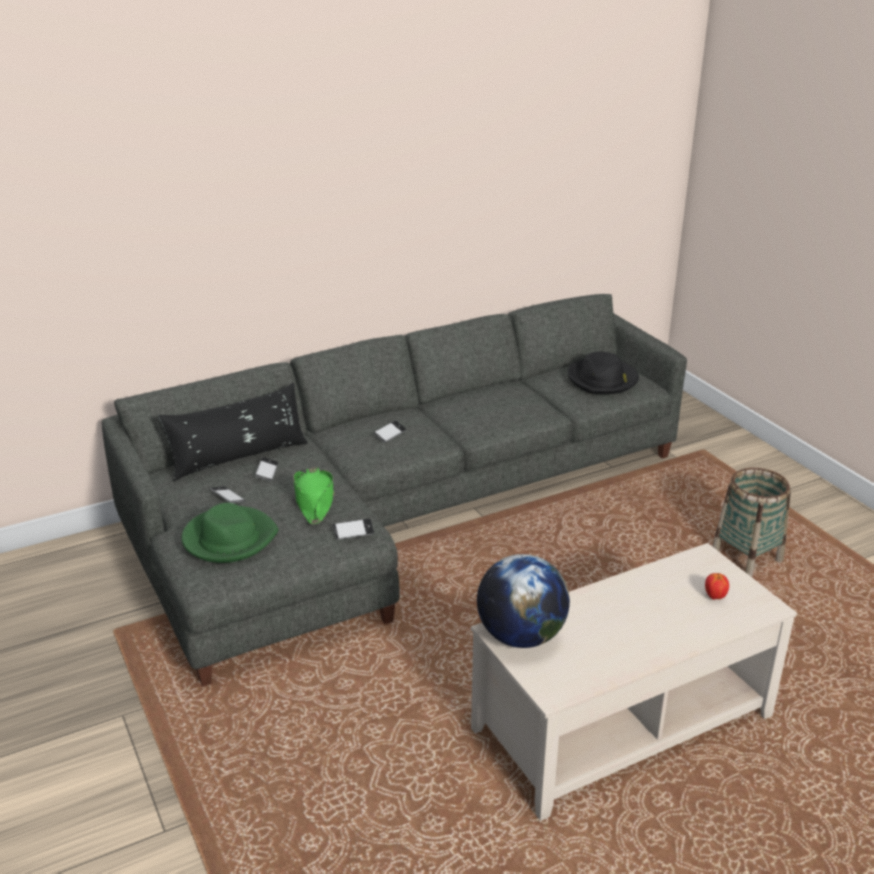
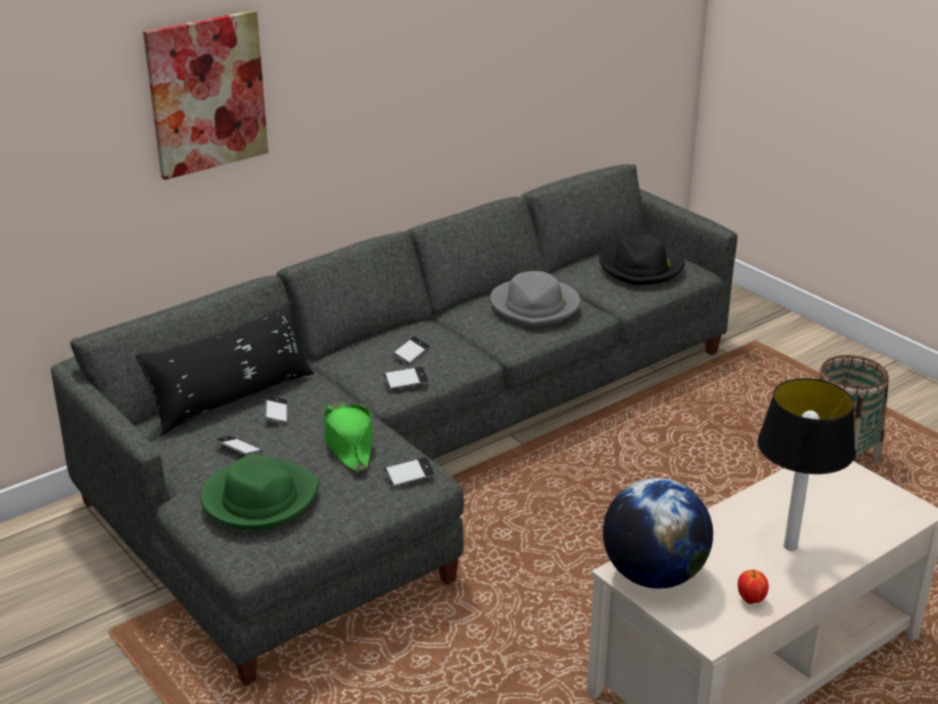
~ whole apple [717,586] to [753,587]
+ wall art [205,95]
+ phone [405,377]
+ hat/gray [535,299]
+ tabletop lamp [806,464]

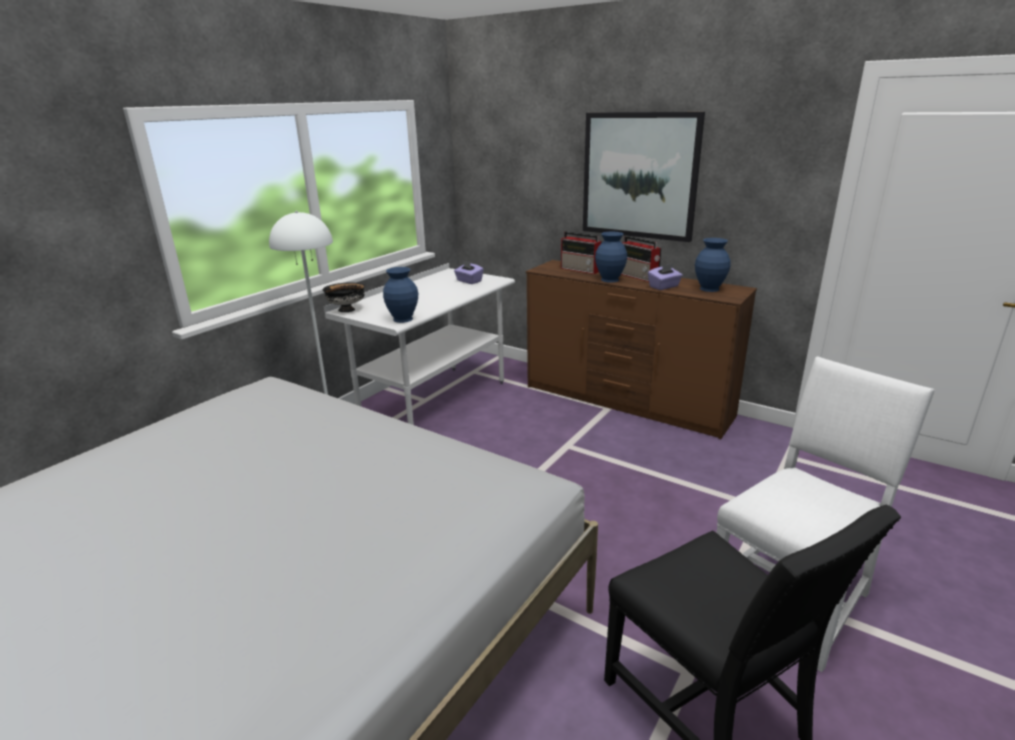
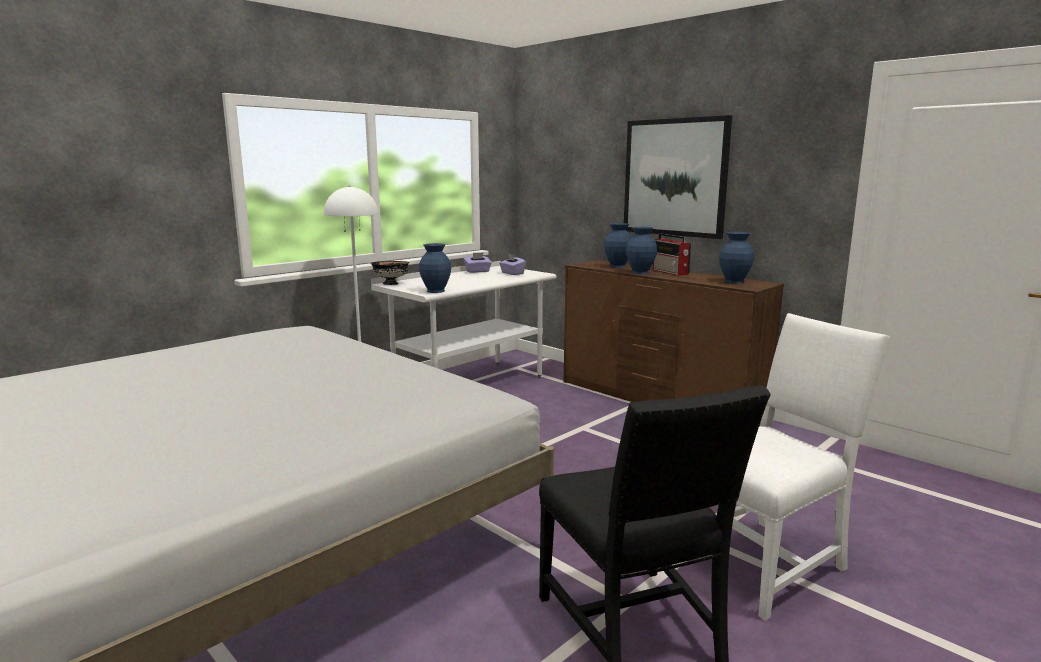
~ radio receiver [581,253] to decorative vase/blue [617,245]
~ box of tissues/purplish [665,276] to [478,262]

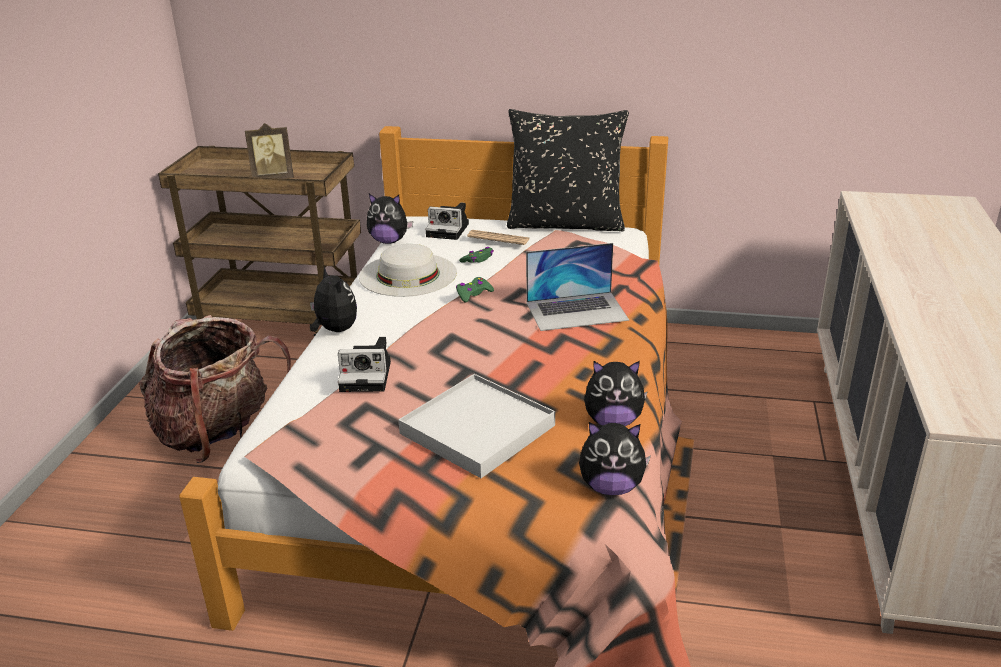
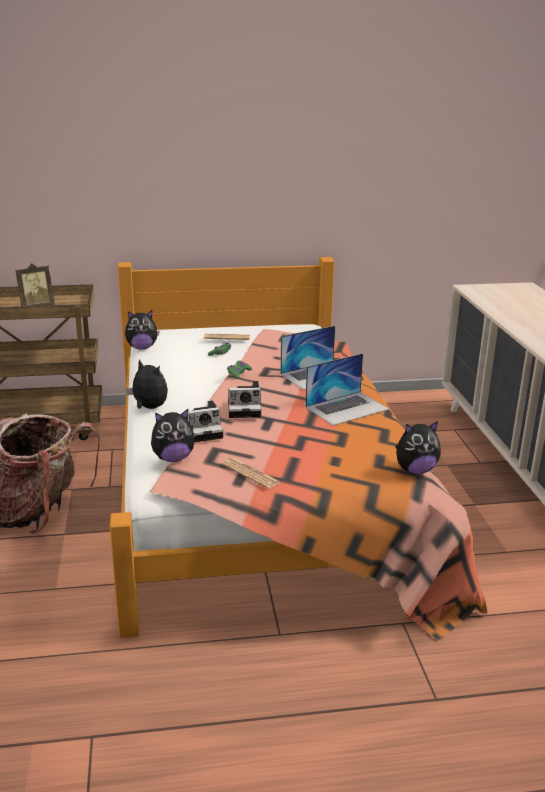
- hat/white-coloured [408,270]
- tray/white-coloured [476,426]
~ still camera [447,221] to [244,399]
- cushion/black-coloured [568,170]
~ plush toy [616,393] to [173,435]
+ printed paper [251,473]
+ portable computer [347,389]

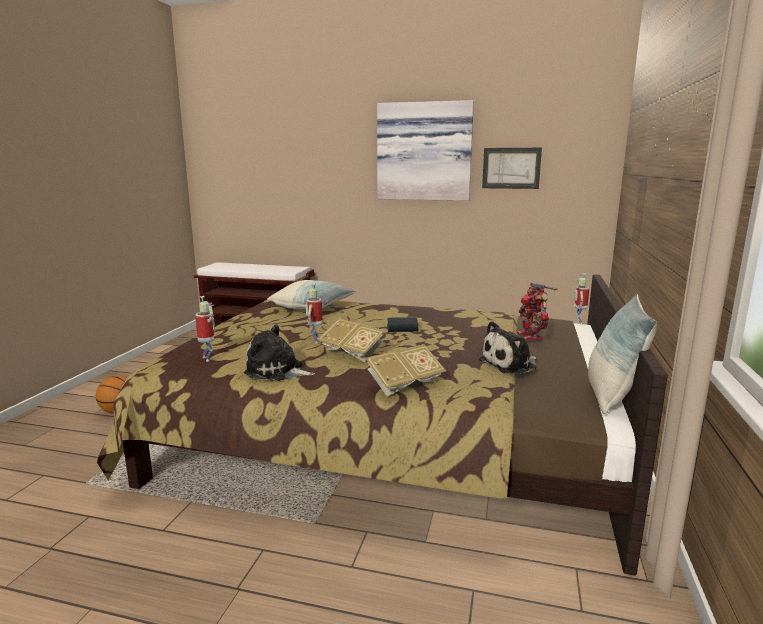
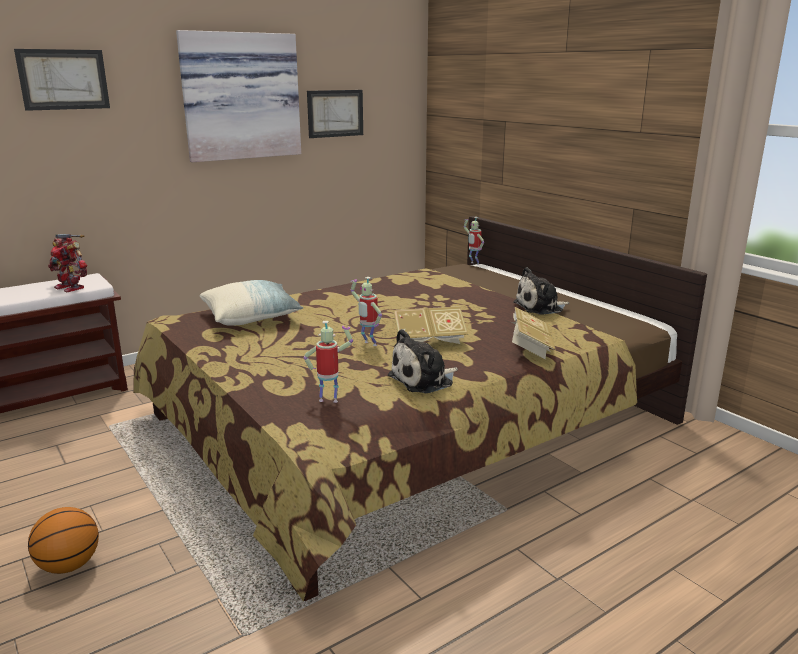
- bound book [403,324]
~ plush toy [508,347] = [541,290] 60 degrees clockwise
~ toy robot [537,311] to [67,263]
- cushion [622,354]
+ wall art [62,80]

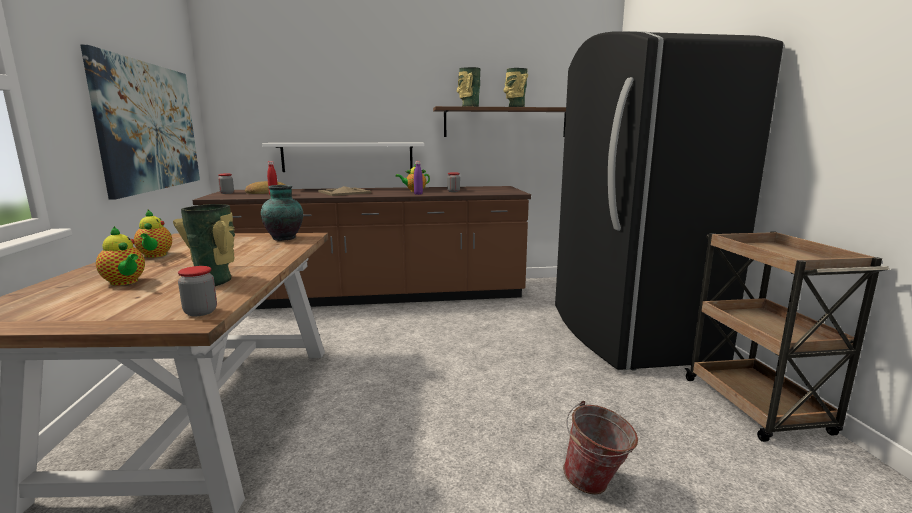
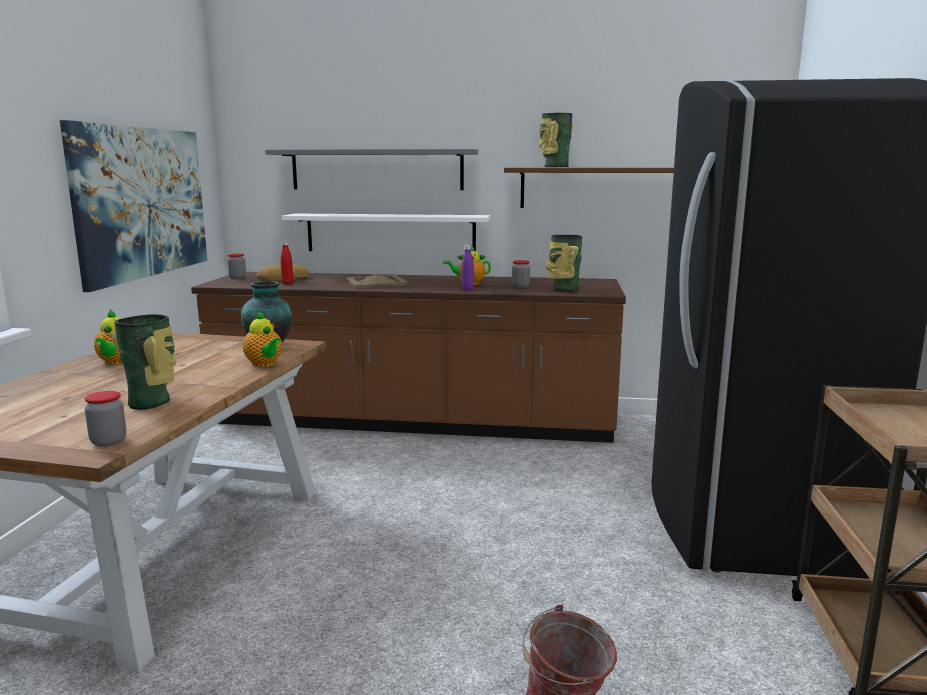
~ tea pot [120,256] to [262,339]
~ decorative vase [516,87] to [563,263]
+ shelf/gray [371,169]

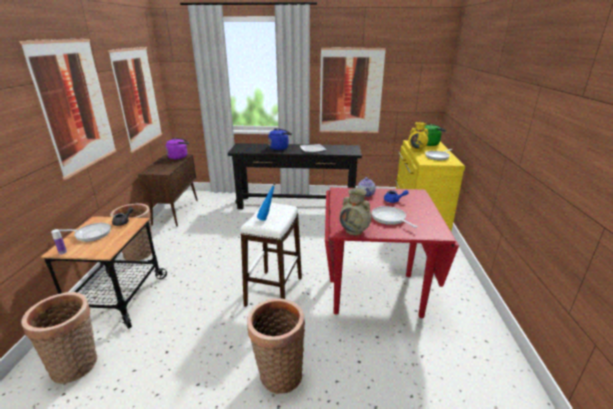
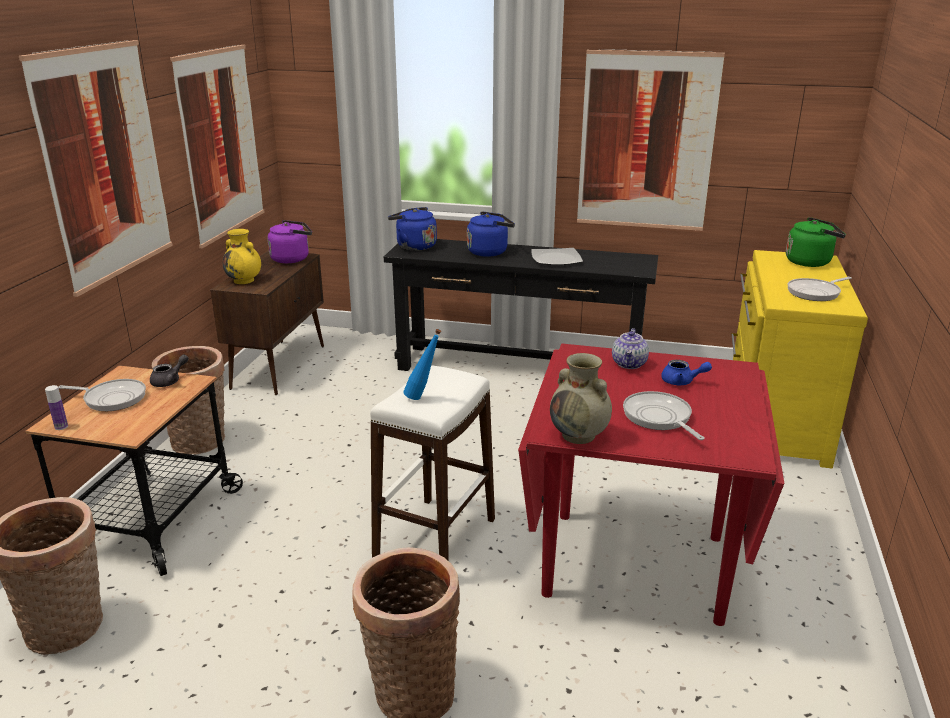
~ decorative vase/yellow [418,136] to [242,256]
+ water kettle/blue [412,229]

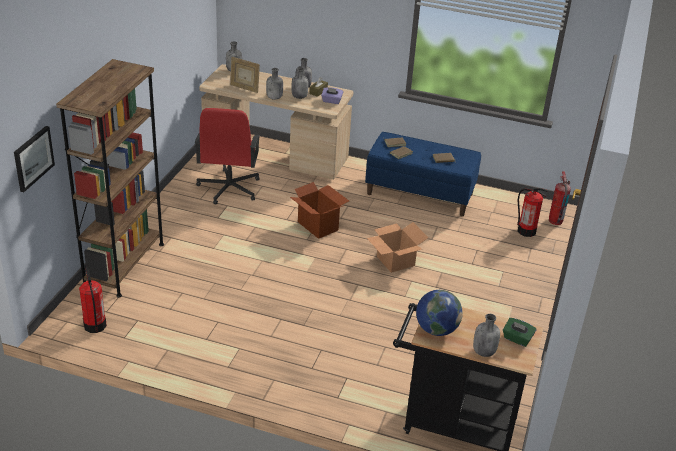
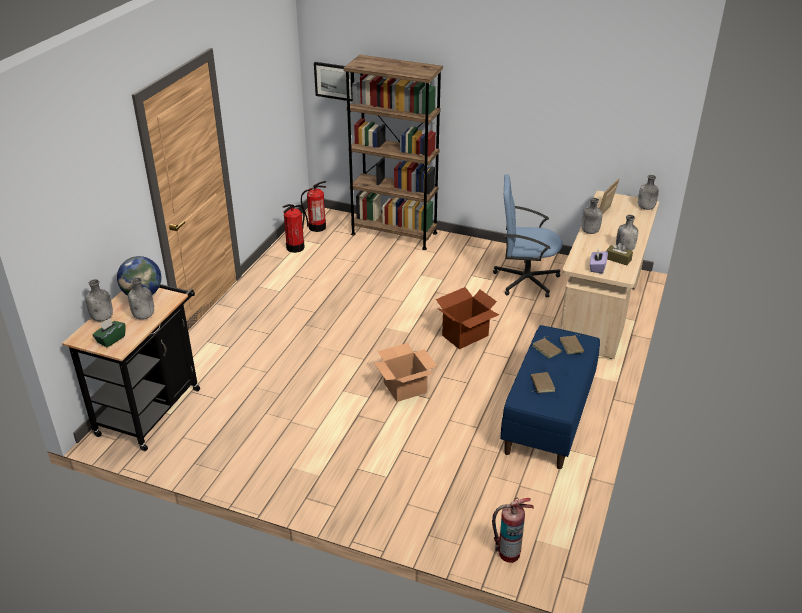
~ computer chair/red [228,156] to computer chair/blue [528,236]
~ beverage bottle/gray [300,83] to [141,298]
~ fire extinguisher [532,212] to [294,228]

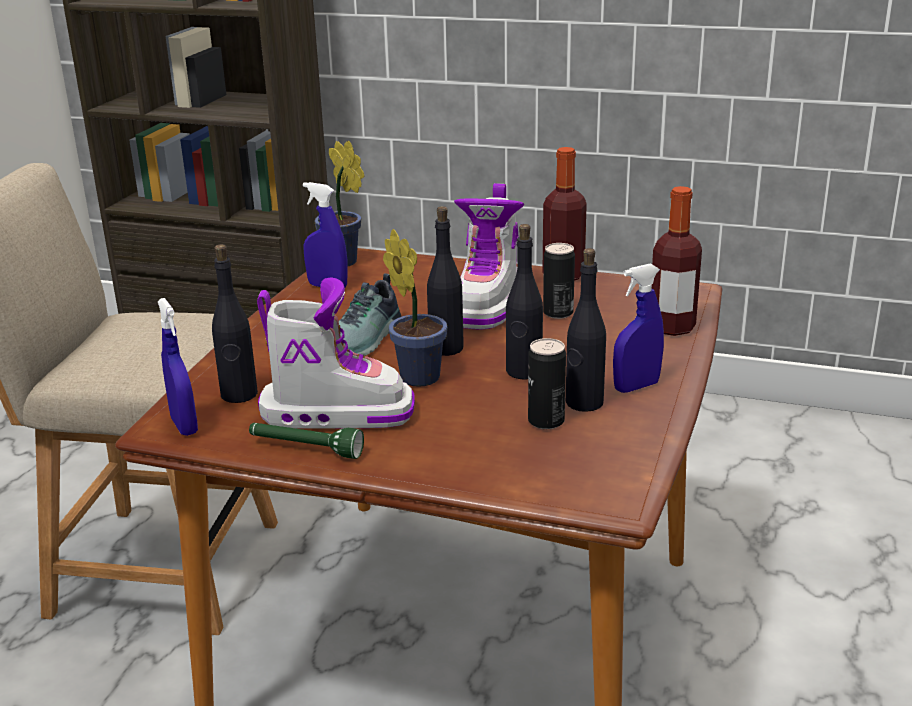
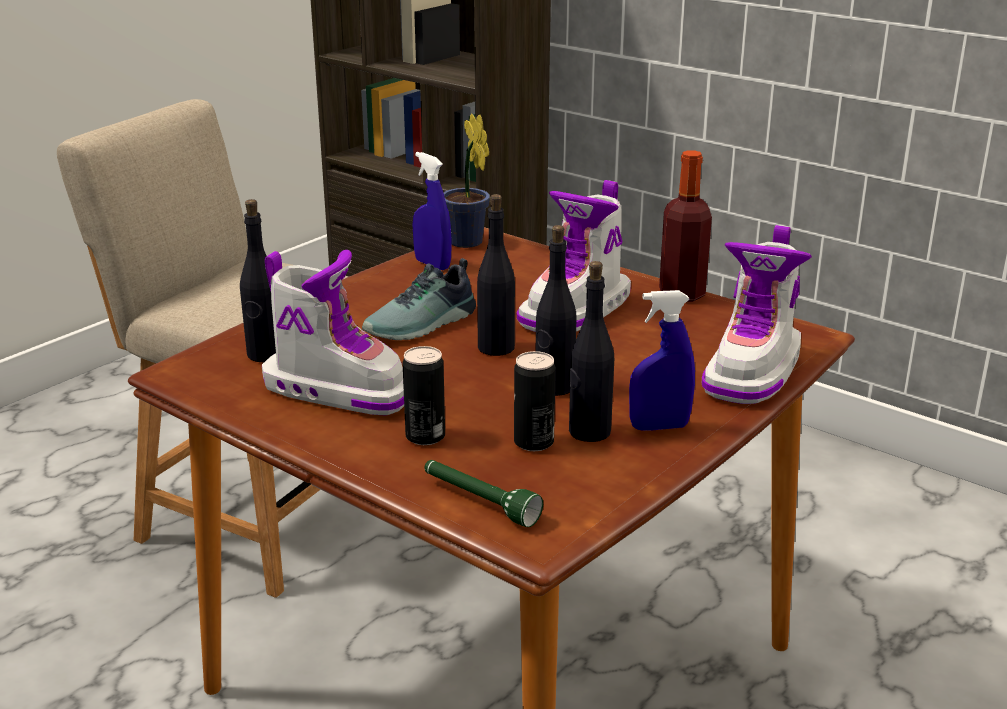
- hand sprayer/blue [178,367]
~ flashlight/greenish [306,441] to [483,493]
- potted plant [415,308]
~ metal can [559,281] to [424,395]
~ beverage bottle [677,261] to boot [757,314]

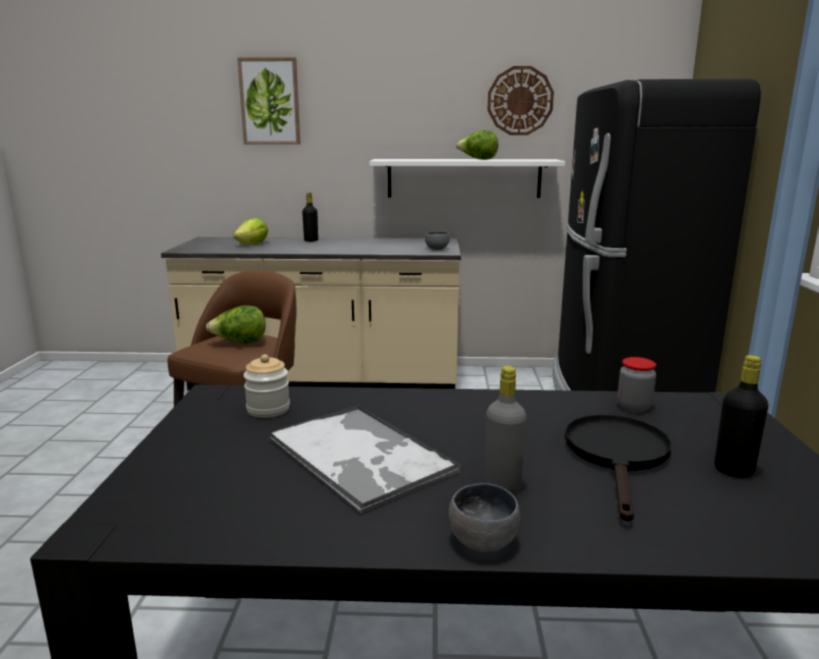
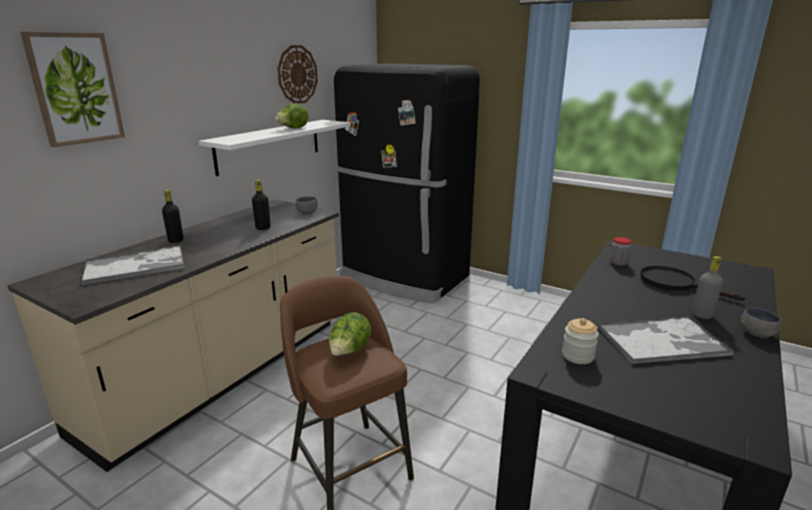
~ lettuce head [250,231] to tray [133,265]
~ beverage bottle/black-coloured [741,416] to [261,205]

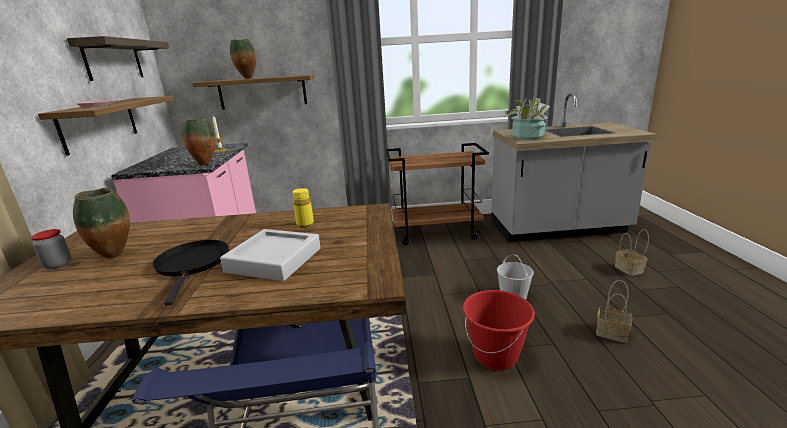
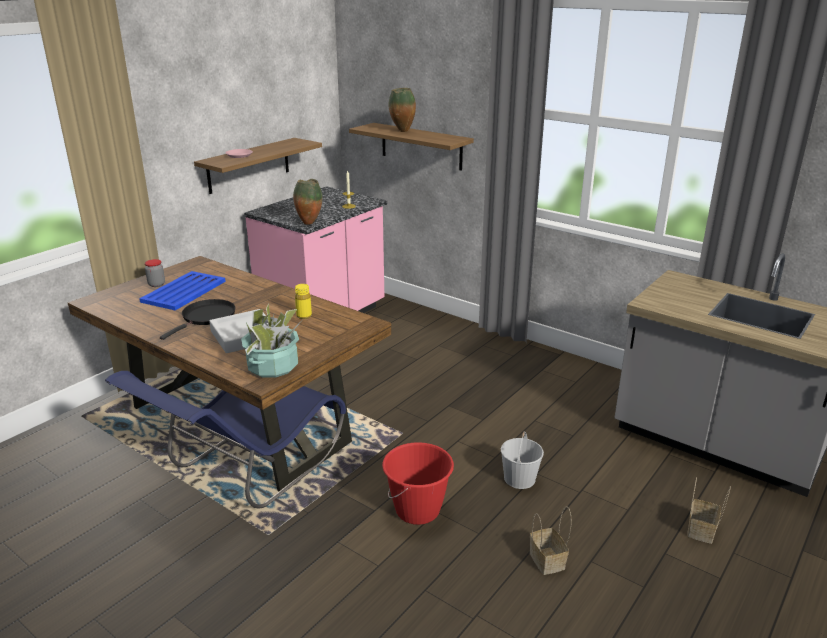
- shelf [118,58]
~ decorative vase [101,223] to tray/blue [182,291]
- wheeled cart/brown-coloured [437,194]
~ potted plant [526,119] to [271,341]

